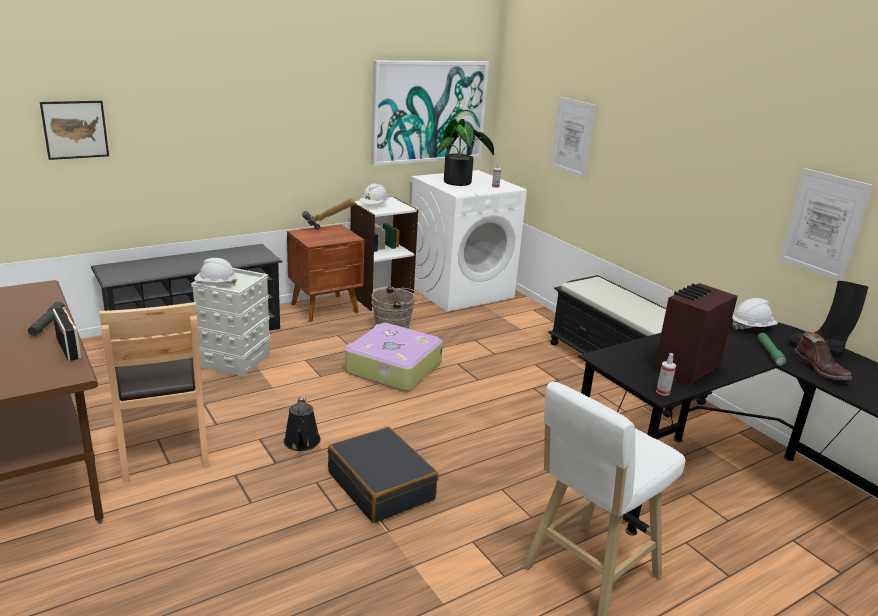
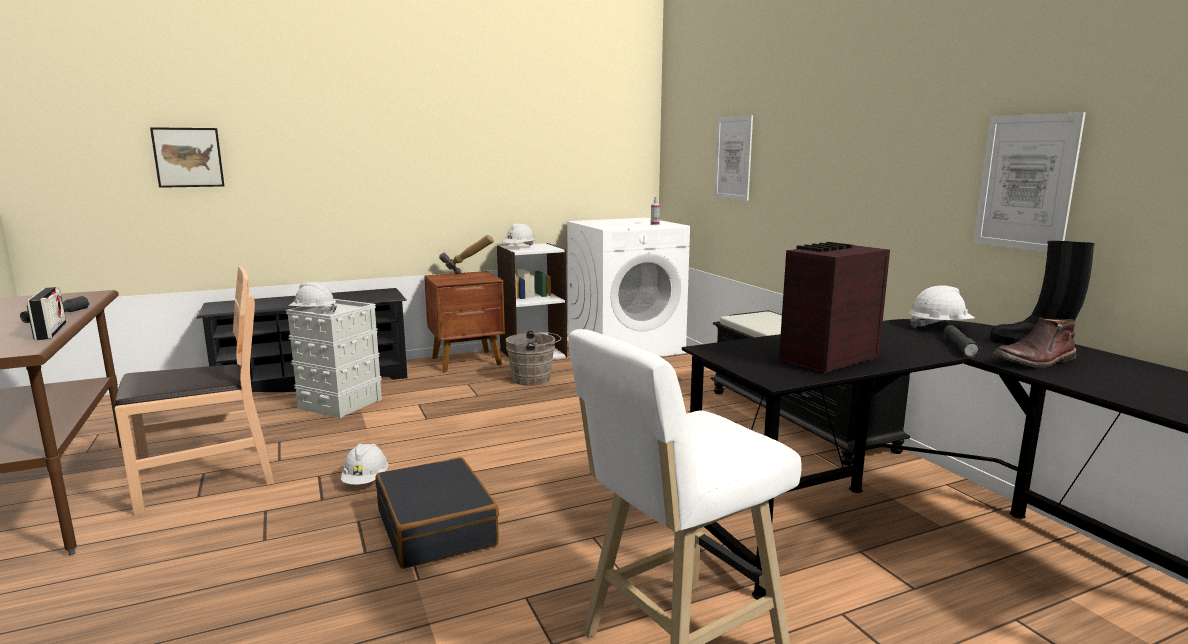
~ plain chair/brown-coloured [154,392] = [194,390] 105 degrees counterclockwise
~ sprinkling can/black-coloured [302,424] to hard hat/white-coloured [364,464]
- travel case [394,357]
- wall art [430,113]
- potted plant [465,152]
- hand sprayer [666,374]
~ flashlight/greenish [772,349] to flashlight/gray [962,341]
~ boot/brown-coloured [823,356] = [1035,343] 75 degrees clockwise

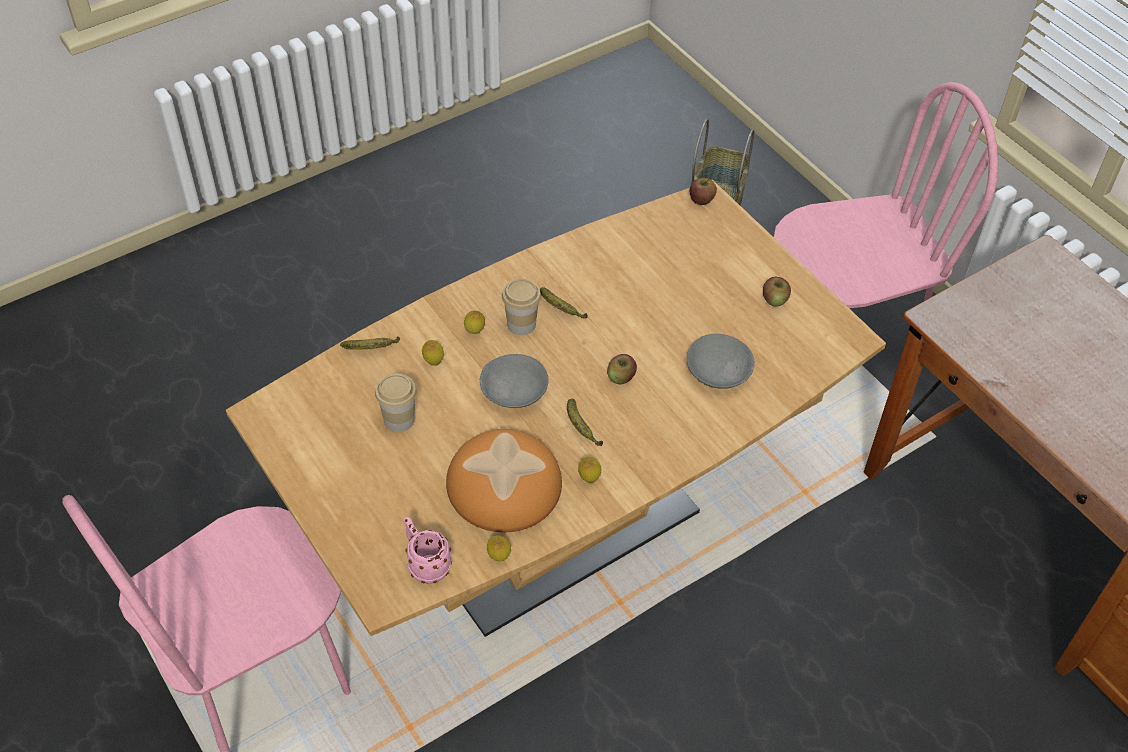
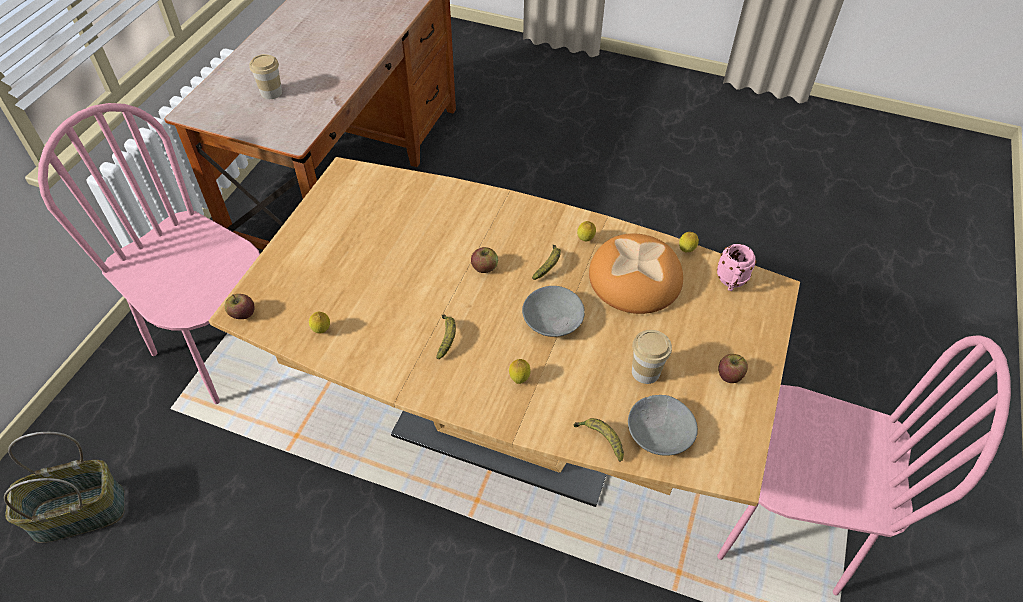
~ whole lemon [433,353] to [319,322]
~ small cup [521,307] to [265,76]
~ serving bowl/gray [721,361] to [663,425]
~ whole apple [777,291] to [733,368]

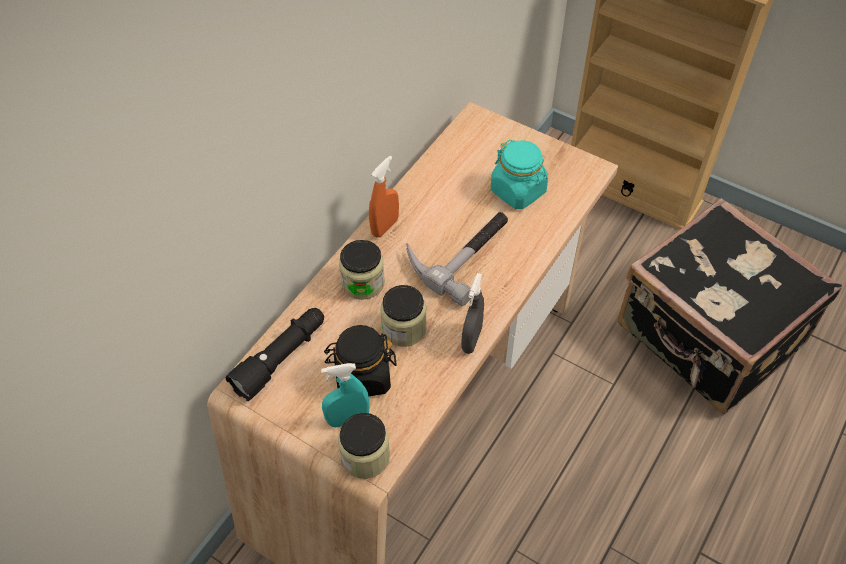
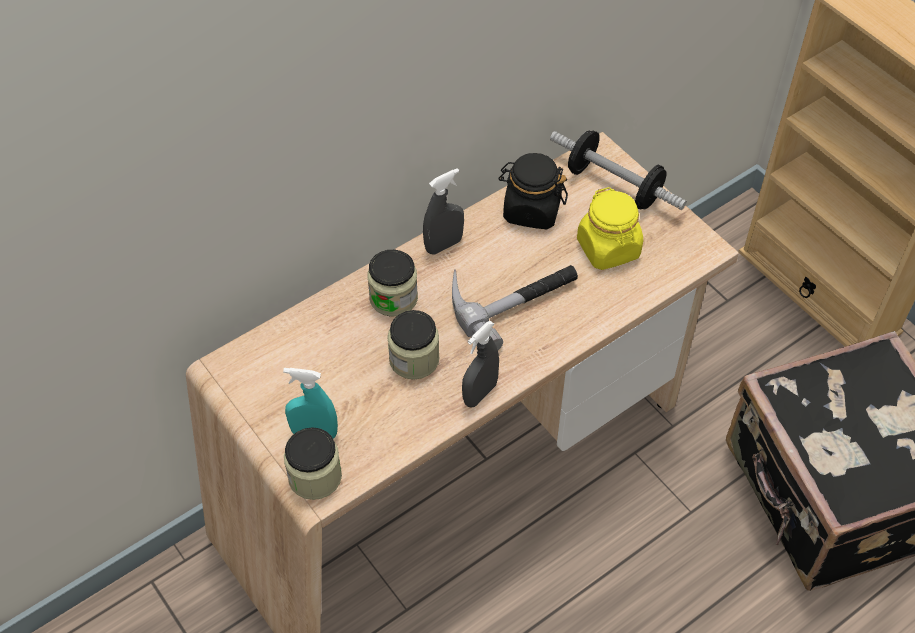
- flashlight/black-coloured [274,354]
~ preserve jar/black-coloured [360,360] to [533,191]
~ hand sprayer/orange [384,197] to hand sprayer/gray [443,211]
~ preserve jar/turquoise-coloured [519,174] to preserve jar/yellow [610,228]
+ hand weight [618,170]

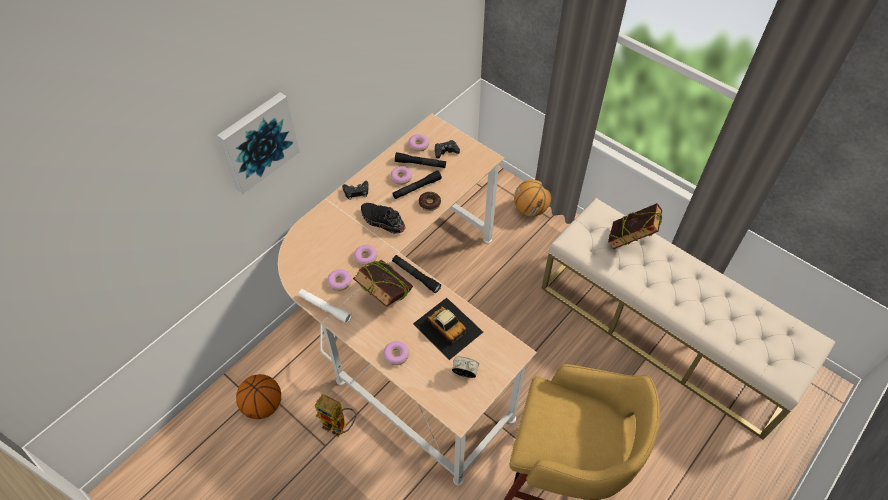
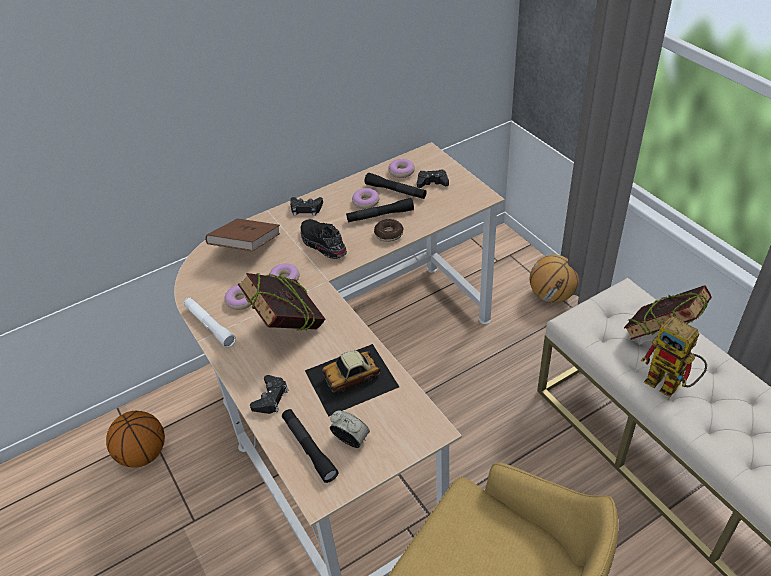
- wall art [258,143]
~ toy robot [336,415] to [673,357]
~ doughnut [396,353] to gamepad/black-coloured [269,394]
~ flashlight/black-coloured [416,274] to [310,446]
~ toy car [448,329] = [352,380] 90 degrees clockwise
+ bound book/brown-coloured [242,234]

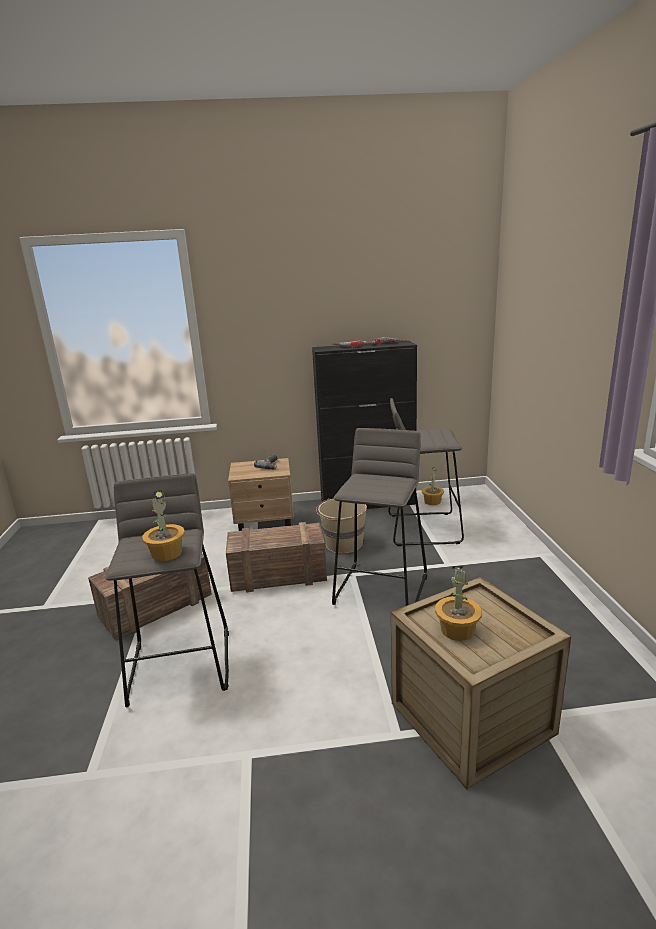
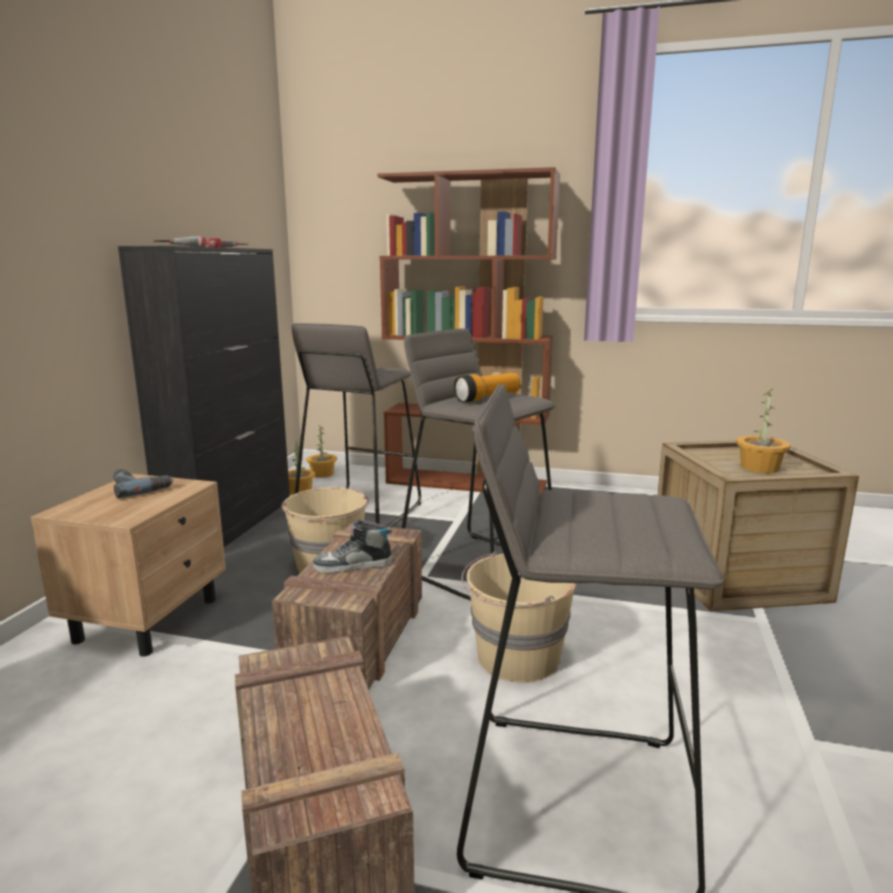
~ potted plant [163,525] to [321,451]
+ low shoe [352,546]
+ bookcase/brown-coloured [468,330]
+ flashlight [487,388]
+ water bucket/beige [518,617]

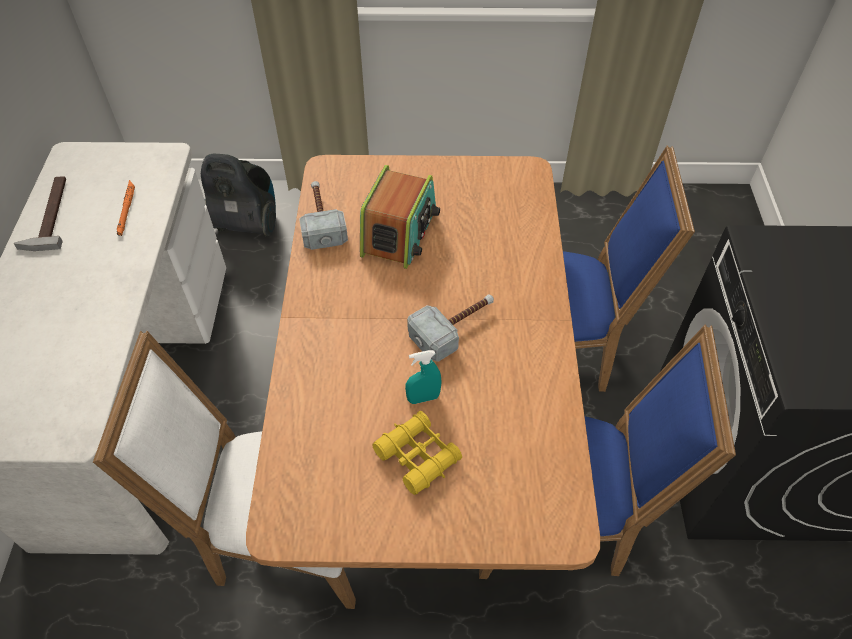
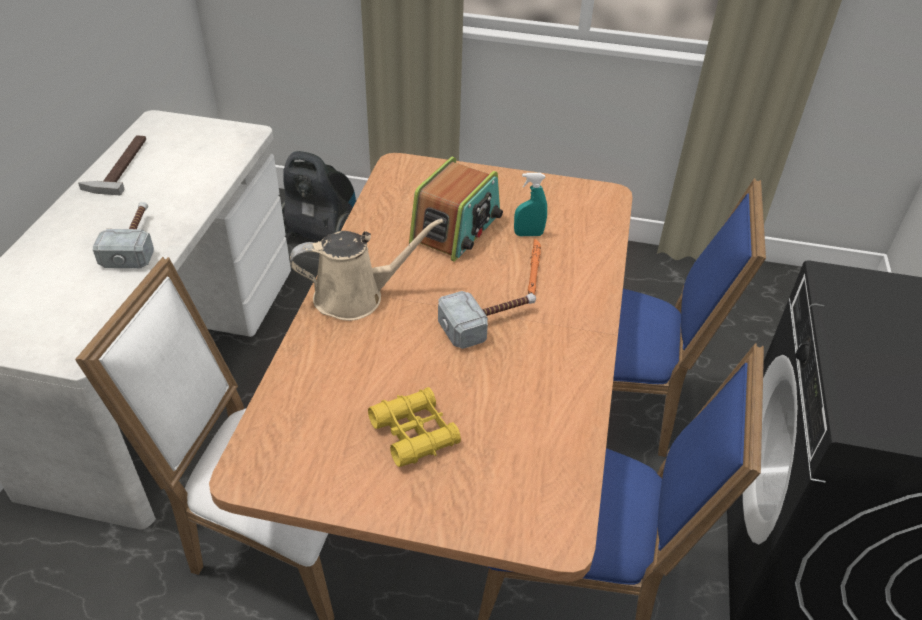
~ flashlight/orange [126,208] to [534,267]
~ hammer [323,215] to [123,235]
~ hand sprayer/turquoise-coloured [423,377] to [530,204]
+ sprinkling can/beige [366,269]

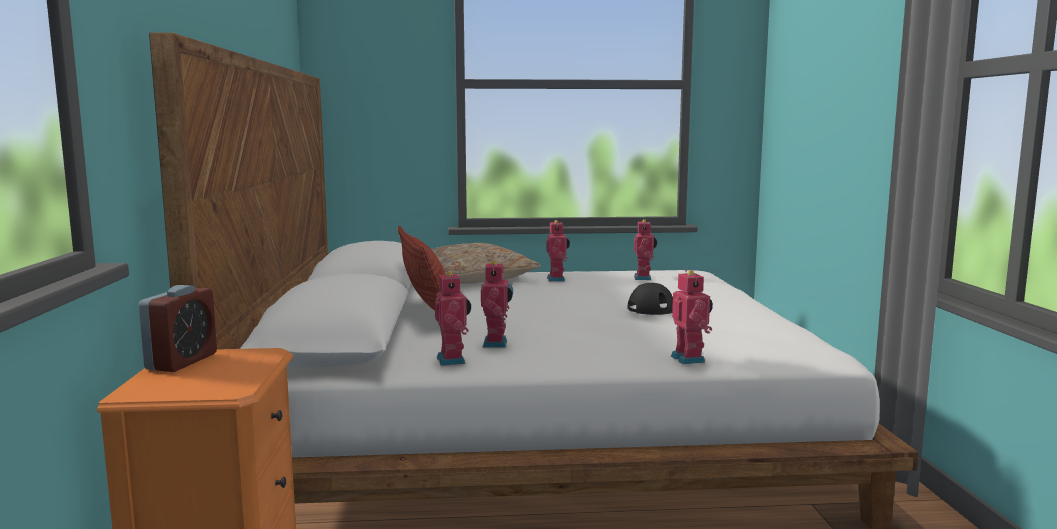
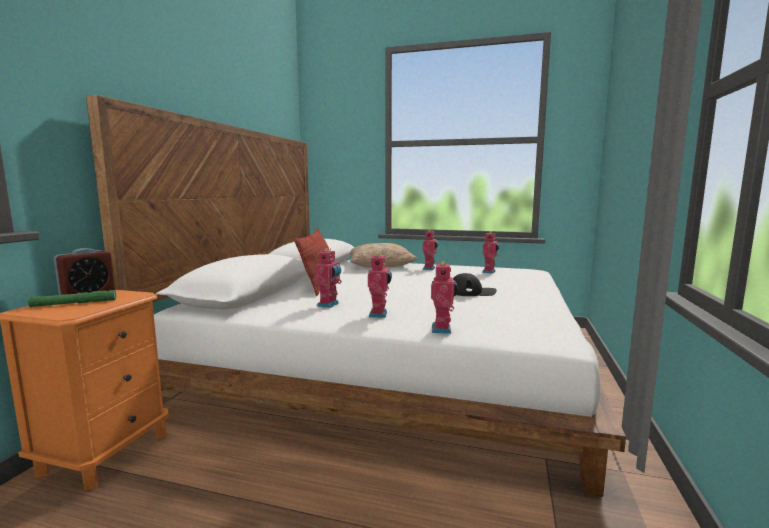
~ toy robot [453,318] to [380,285]
+ flashlight/greenish [72,298]

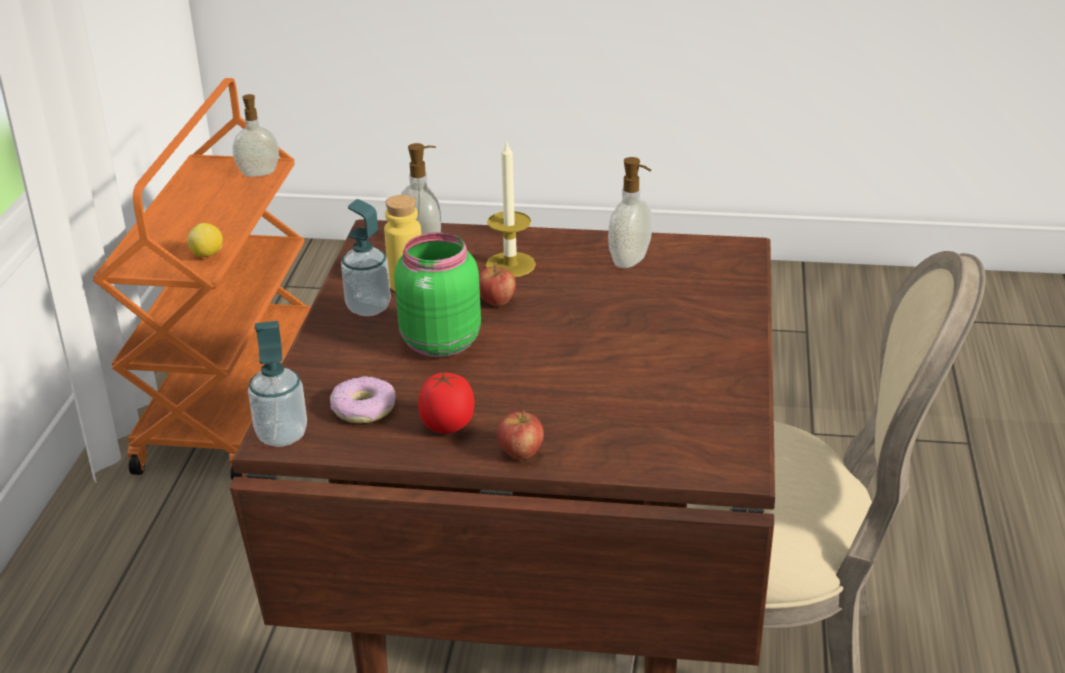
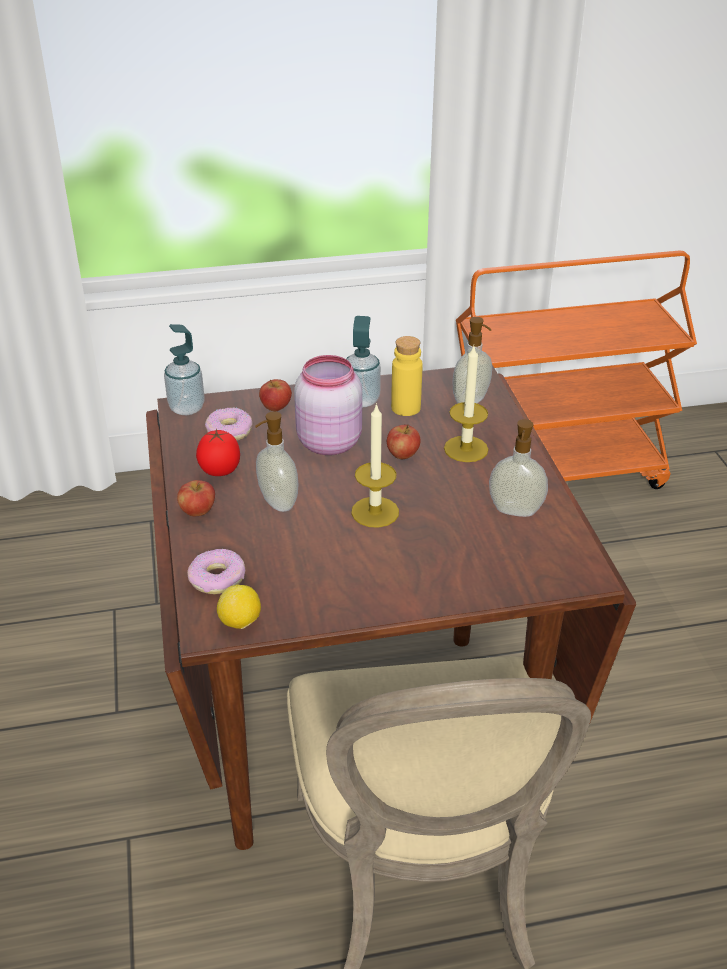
~ whole lemon [205,240] to [239,607]
~ liquid soap bottle [256,135] to [277,461]
~ preserve jar/greenish [437,294] to preserve jar/pink-coloured [328,405]
+ doughnut [216,571]
+ whole apple [275,395]
+ wax candle [375,465]

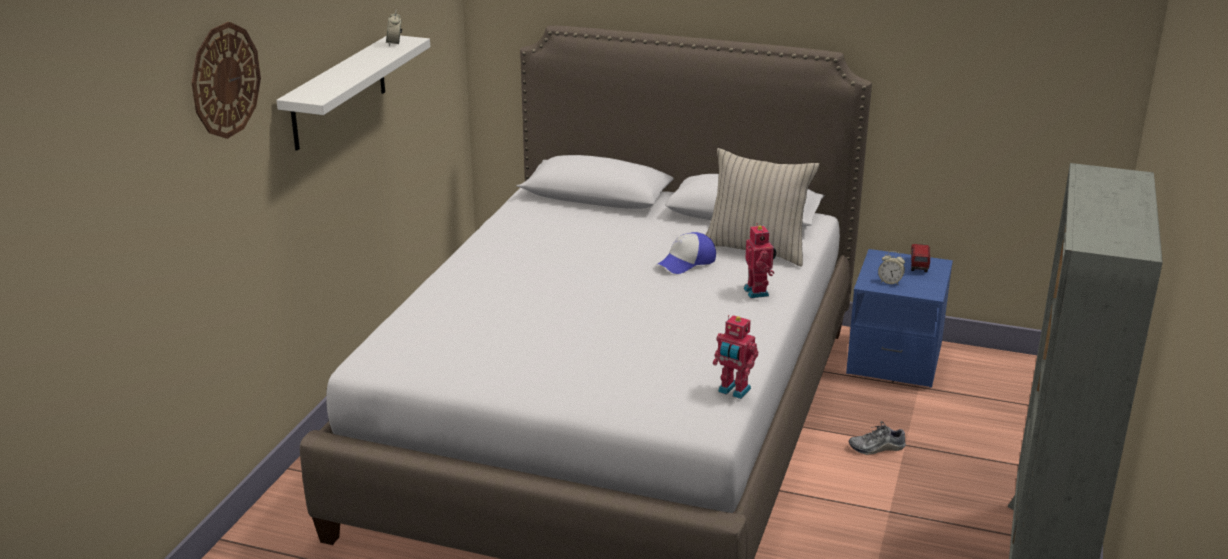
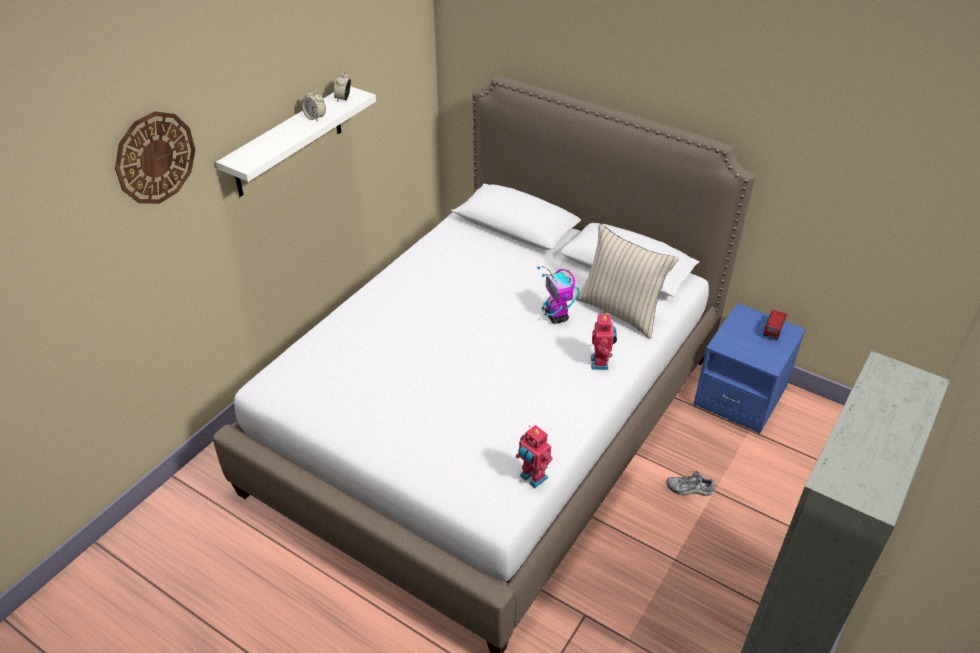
~ peaked cap [686,253] to toy robot [558,295]
~ table clock [891,268] to [314,105]

